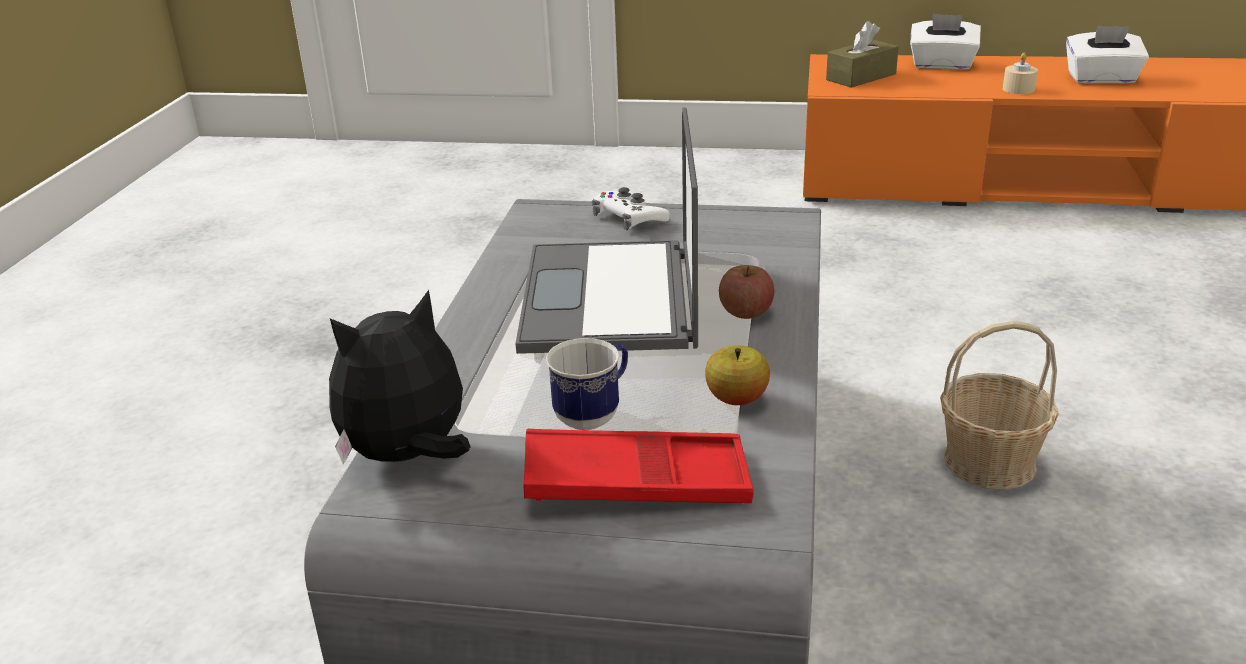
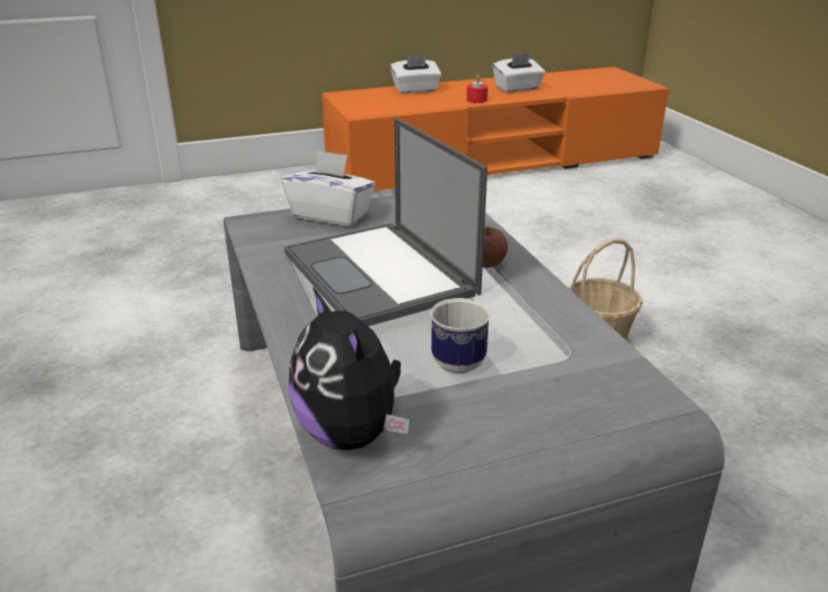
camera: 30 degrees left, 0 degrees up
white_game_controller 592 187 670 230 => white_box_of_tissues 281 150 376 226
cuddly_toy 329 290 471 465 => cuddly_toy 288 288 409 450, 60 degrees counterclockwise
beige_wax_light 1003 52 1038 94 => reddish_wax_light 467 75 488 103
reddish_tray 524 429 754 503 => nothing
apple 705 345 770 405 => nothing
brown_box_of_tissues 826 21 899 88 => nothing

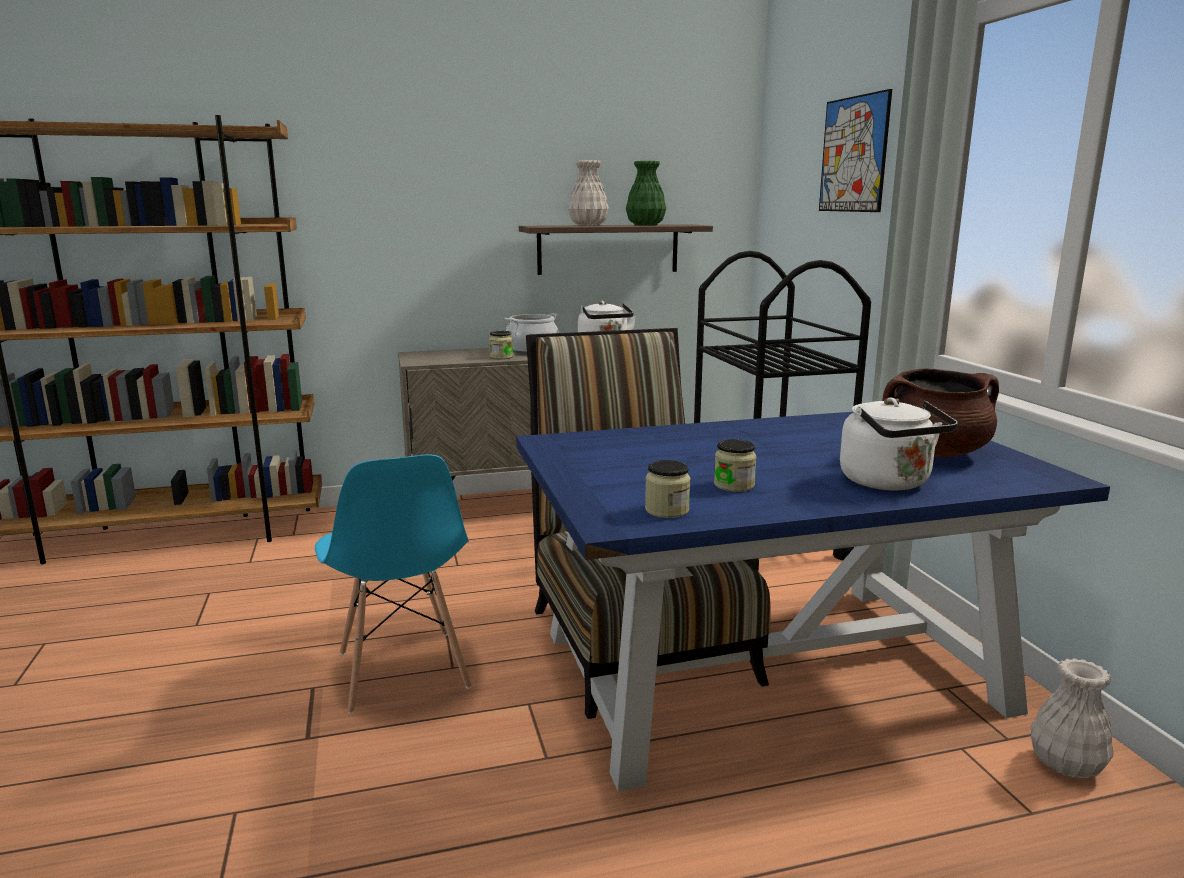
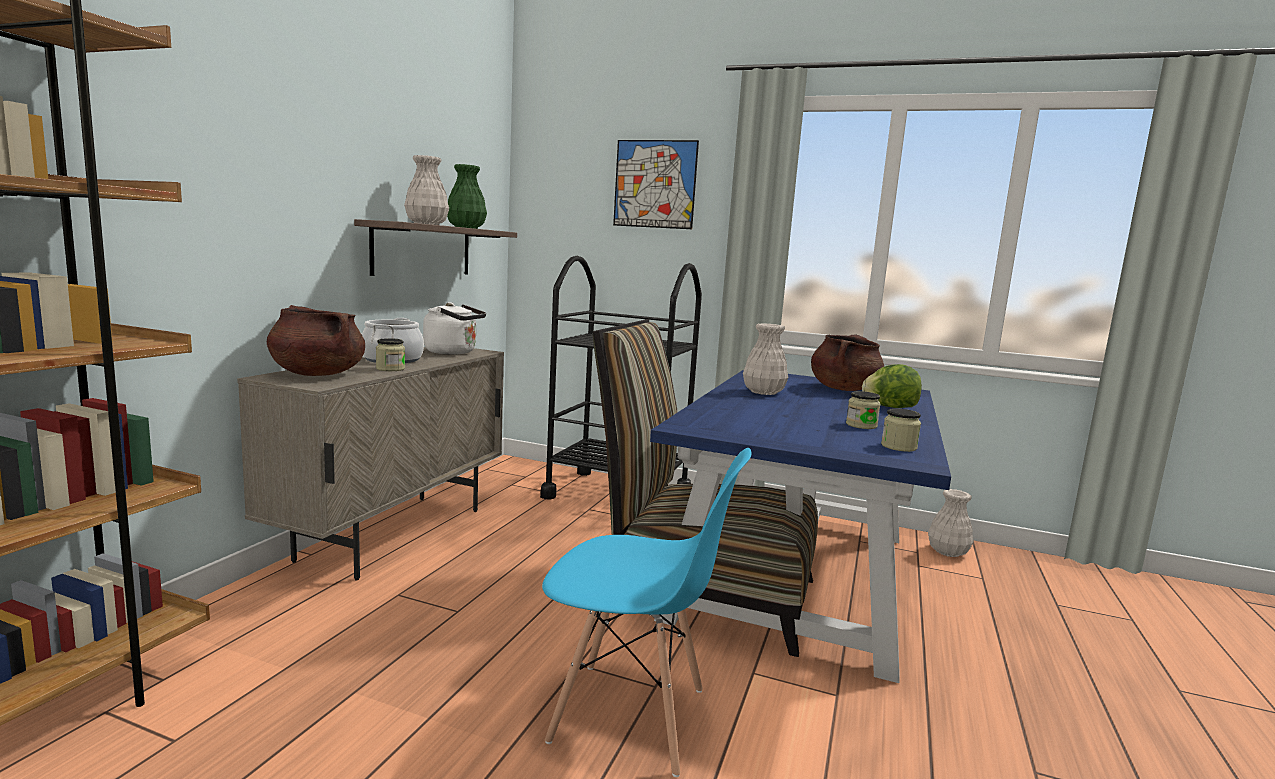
camera: 55 degrees left, 5 degrees down
nothing => brown_cooking_pot 267 305 365 376
nothing => white_vase 743 323 788 395
white_tea_kettle 840 398 958 491 => head_of_lettuce 862 364 922 408

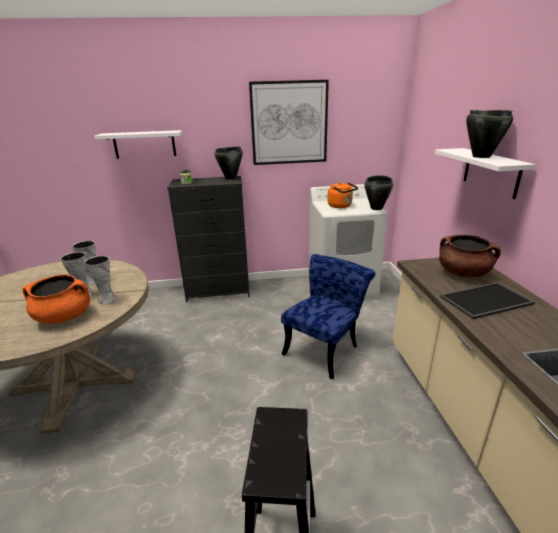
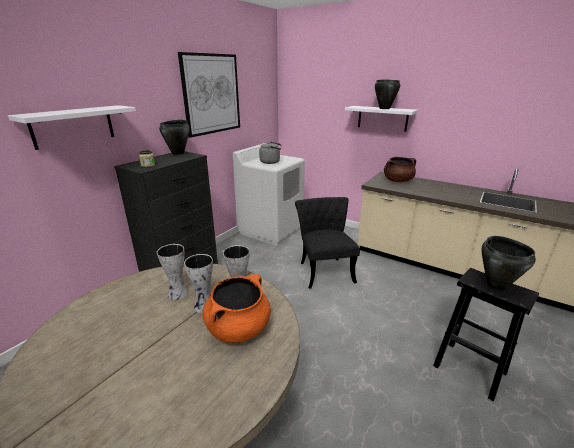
camera: 50 degrees left, 0 degrees up
orange-coloured_tea_kettle 328 182 358 208 => gray_tea_kettle 259 142 282 164
blue-coloured_plain_chair 281 254 375 379 => black-coloured_plain_chair 295 197 360 288
black-coloured_cooking_pot 364 175 393 210 => black-coloured_cooking_pot 481 236 536 291, shifted
tray 440 282 535 319 => nothing

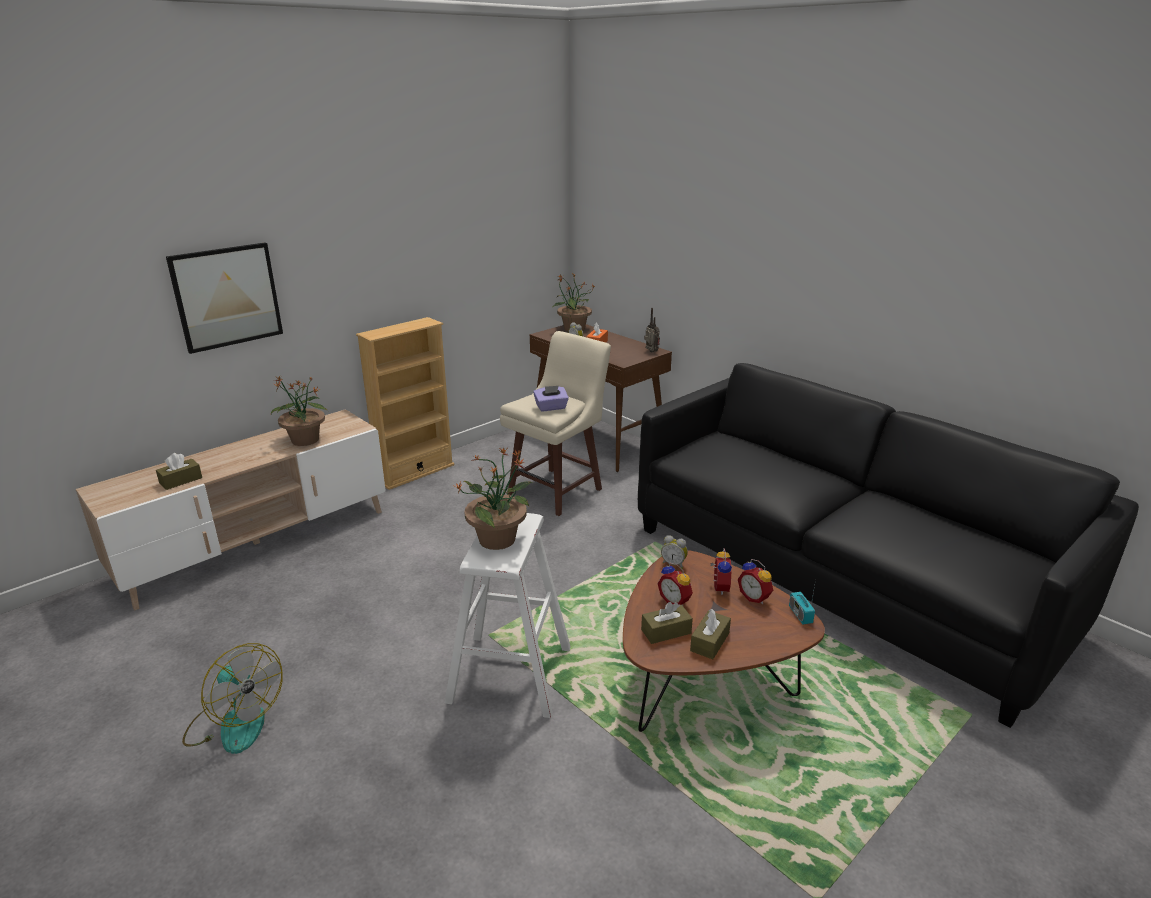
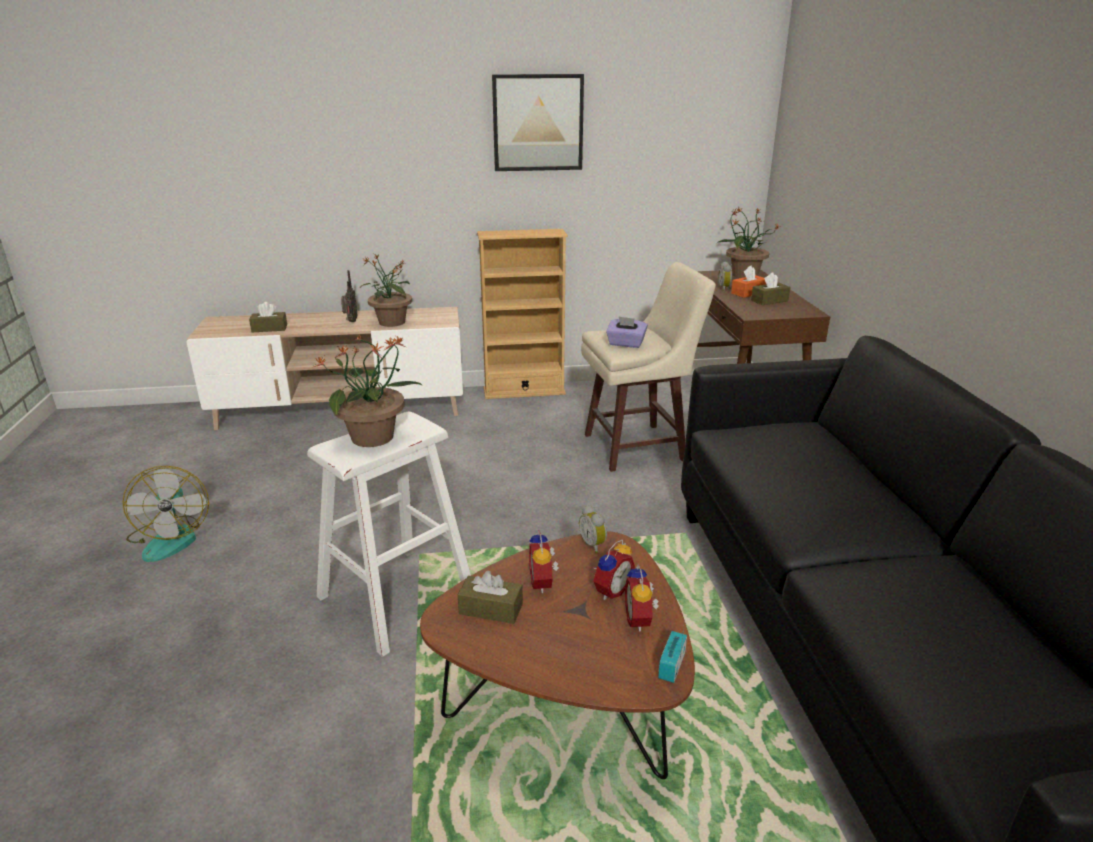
camera: 35 degrees right, 0 degrees up
radio_receiver 644 308 660 352 => radio_receiver 341 270 357 322, shifted
wall_picture 166 242 283 354 => wall_picture 492 74 584 171, shifted
brown_box_of_tissues 690 609 731 659 => brown_box_of_tissues 751 272 790 305, shifted

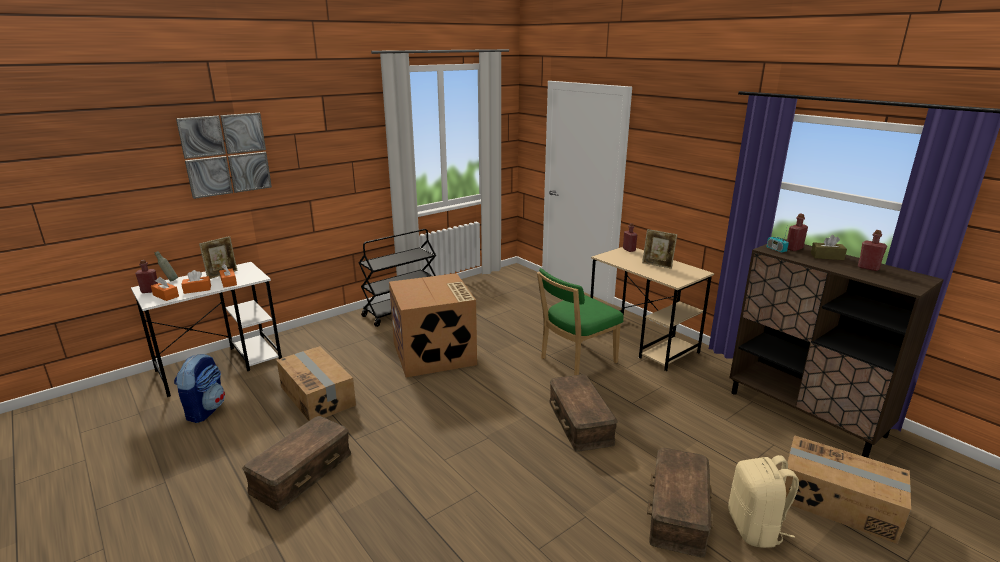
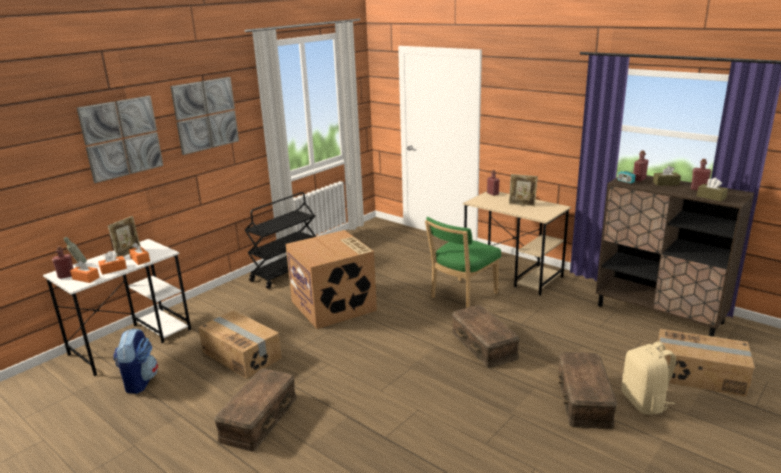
camera: 10 degrees left, 0 degrees up
nothing => wall_picture 170 77 239 155
nothing => brown_box_of_tissues 697 178 728 201

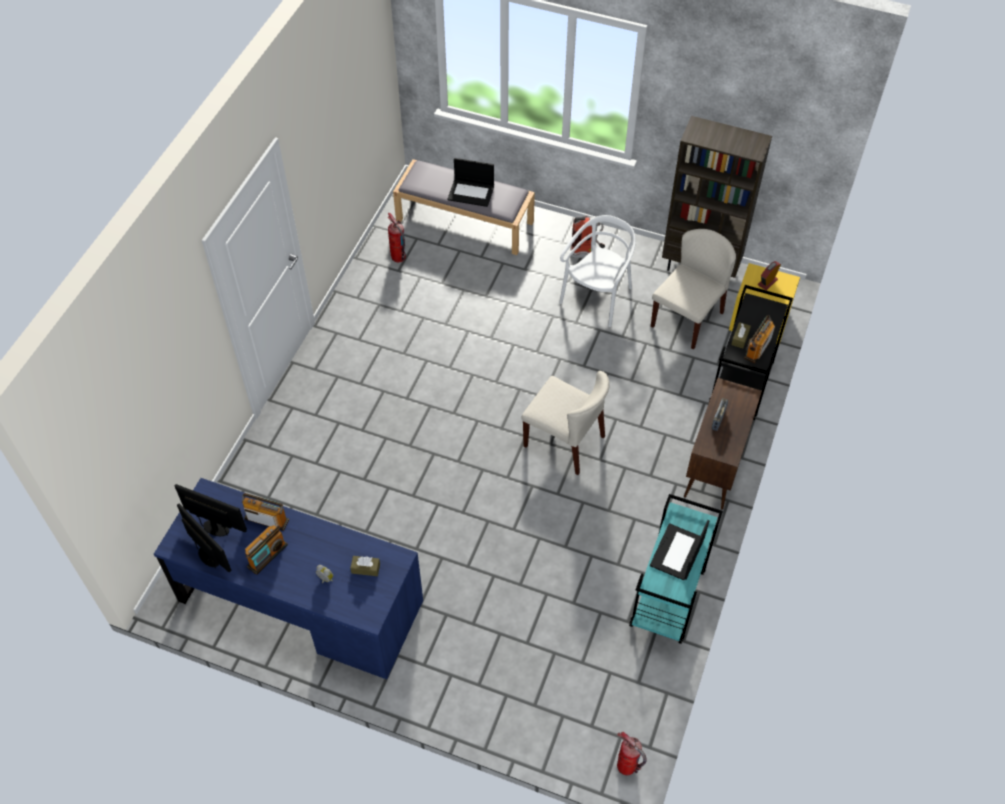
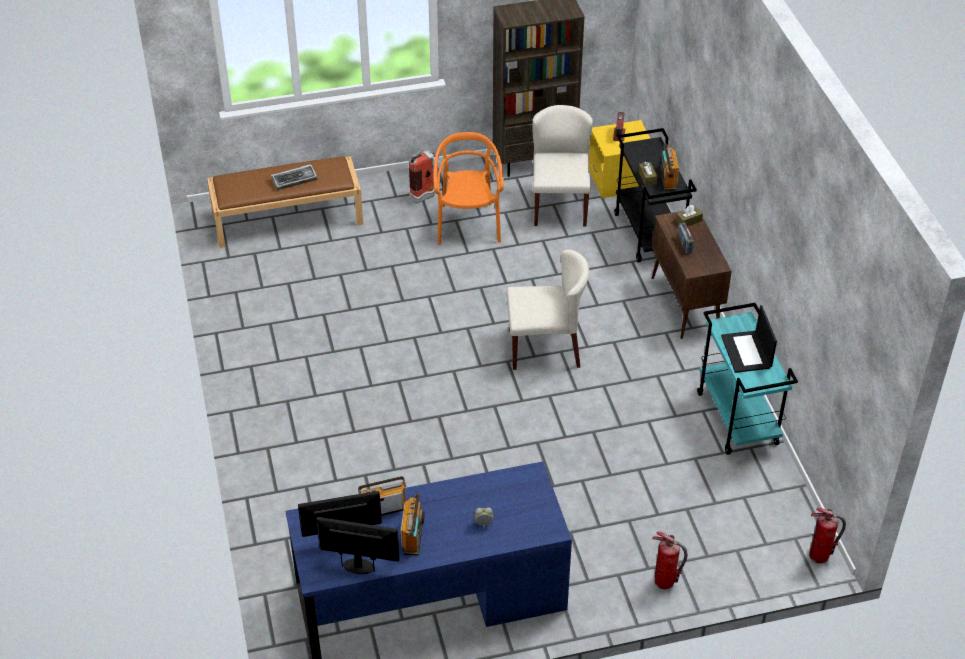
camera: 35 degrees left, 10 degrees down
gray_bench 393 159 535 255 => brown_bench 207 156 363 248
laptop 447 158 494 207 => PC_keyboard 271 164 317 190
white_plain_chair 559 215 636 327 => orange-coloured_plain_chair 433 132 504 245
extinguisher 387 213 406 262 => extinguisher 652 531 688 589, shifted
brown_box_of_tissues 350 556 380 576 => brown_box_of_tissues 676 205 703 227, shifted

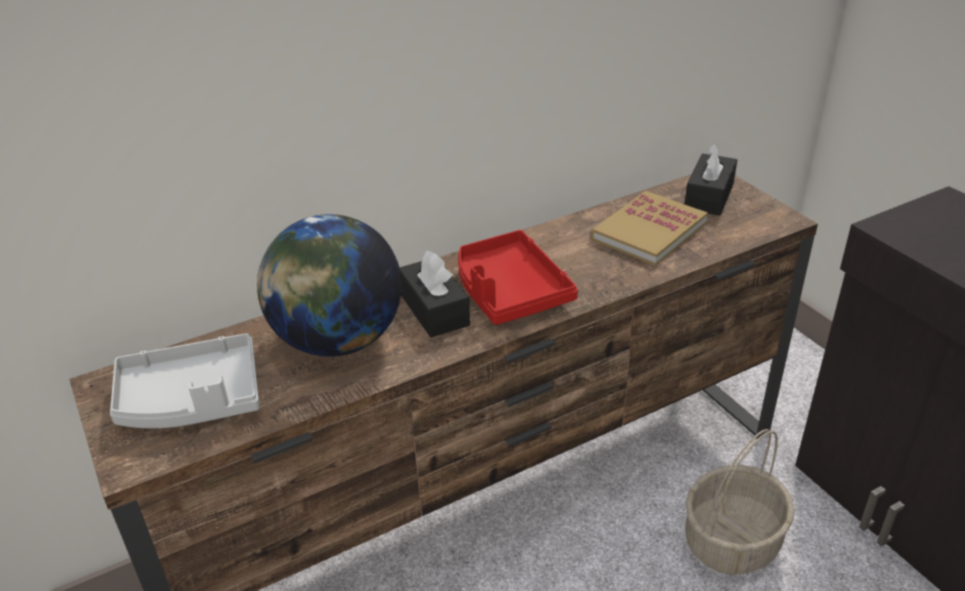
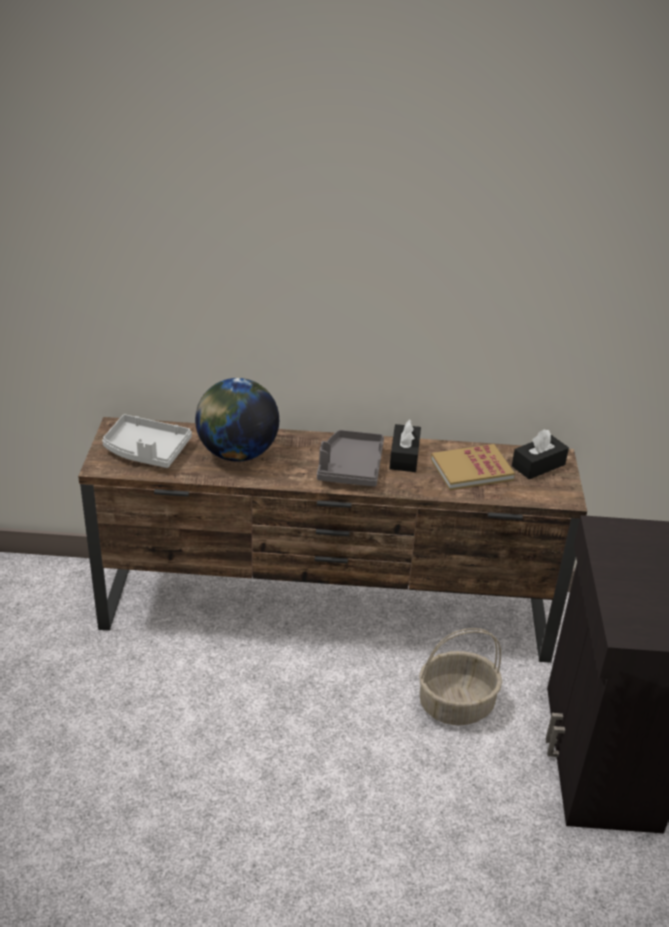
camera: 30 degrees right, 0 degrees up
reddish_tray 458 230 578 325 => gray_tray 317 430 384 486
black-coloured_box_of_tissues 399 250 470 338 => black-coloured_box_of_tissues 389 420 421 472, shifted

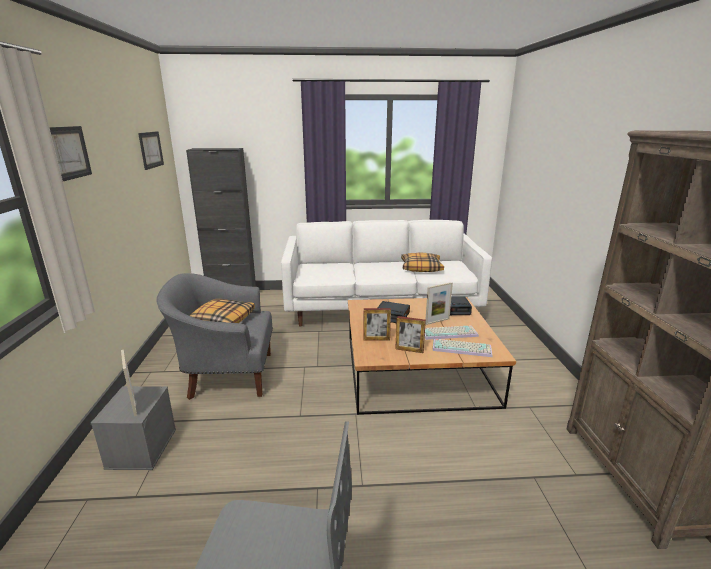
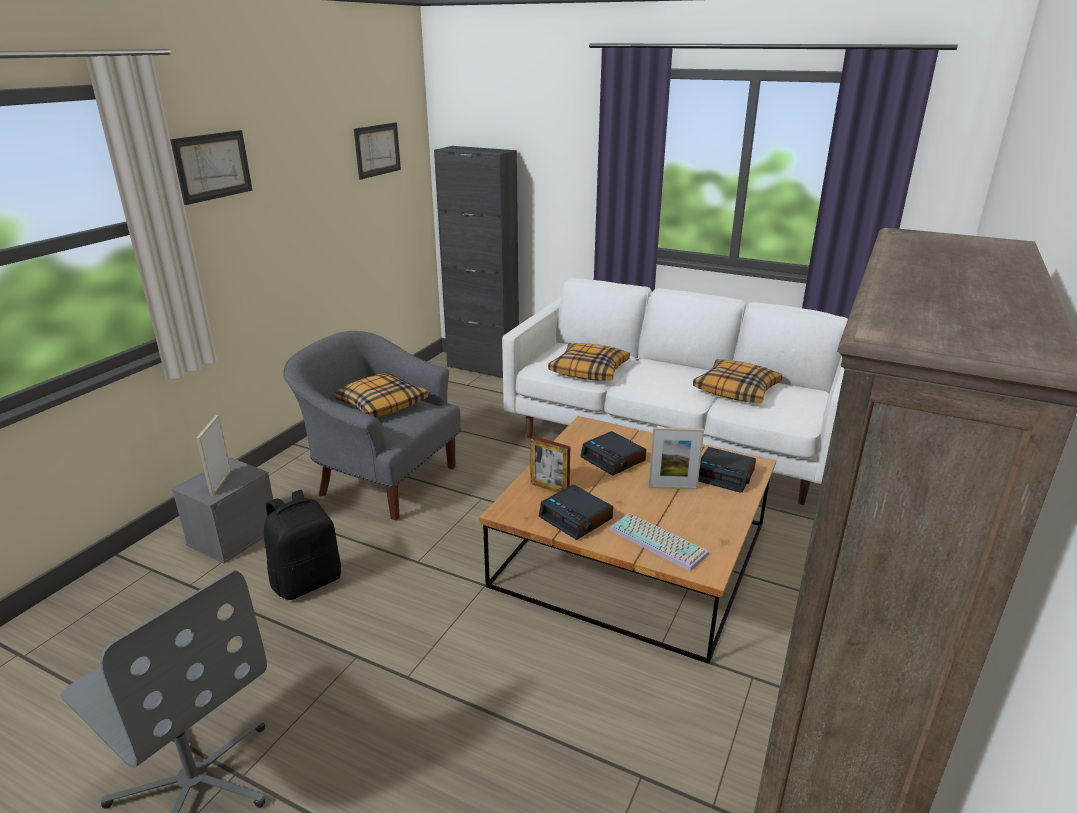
camera: 30 degrees right, 5 degrees up
nothing => black-coloured_rucksack 264 490 341 600
standing_frame 395 316 426 353 => bedside_clock 539 485 613 540
nothing => pillow 548 343 630 381
PC_keyboard 425 325 479 340 => nothing

